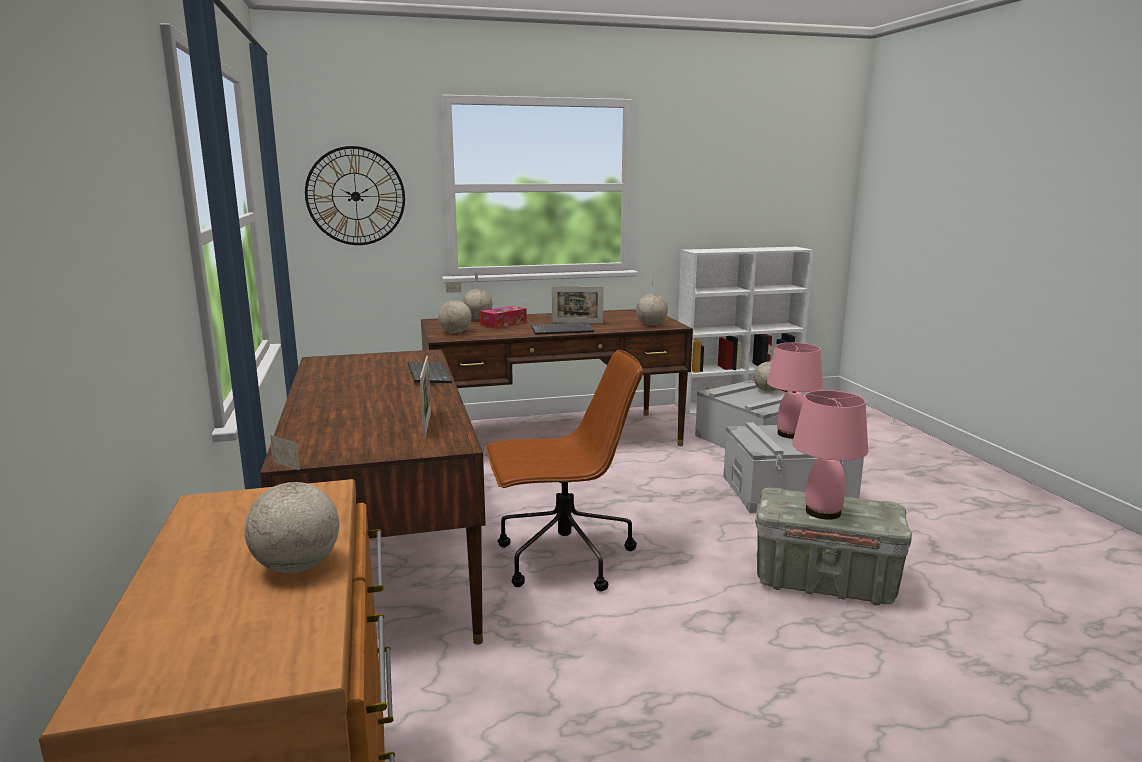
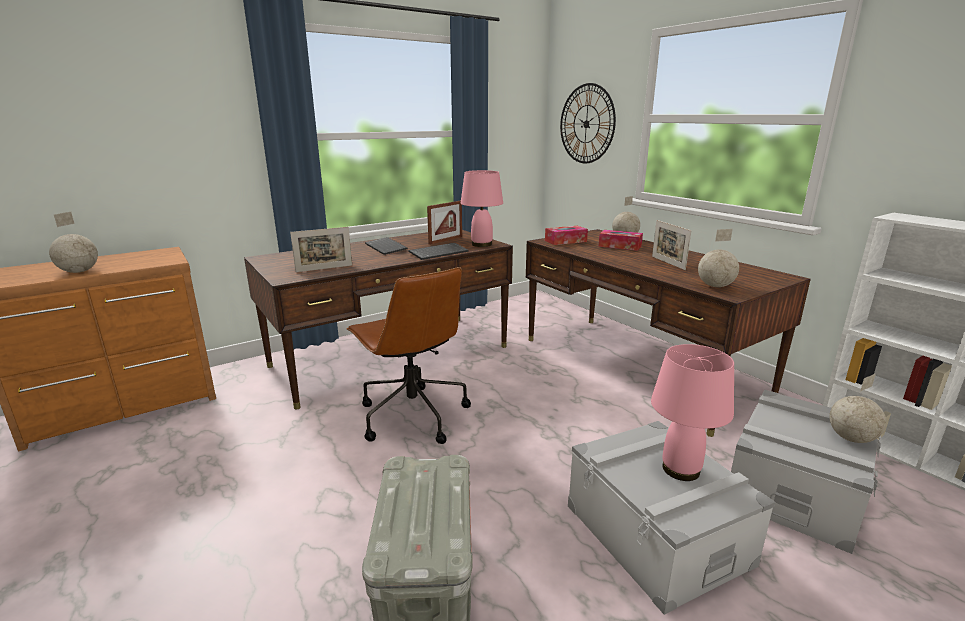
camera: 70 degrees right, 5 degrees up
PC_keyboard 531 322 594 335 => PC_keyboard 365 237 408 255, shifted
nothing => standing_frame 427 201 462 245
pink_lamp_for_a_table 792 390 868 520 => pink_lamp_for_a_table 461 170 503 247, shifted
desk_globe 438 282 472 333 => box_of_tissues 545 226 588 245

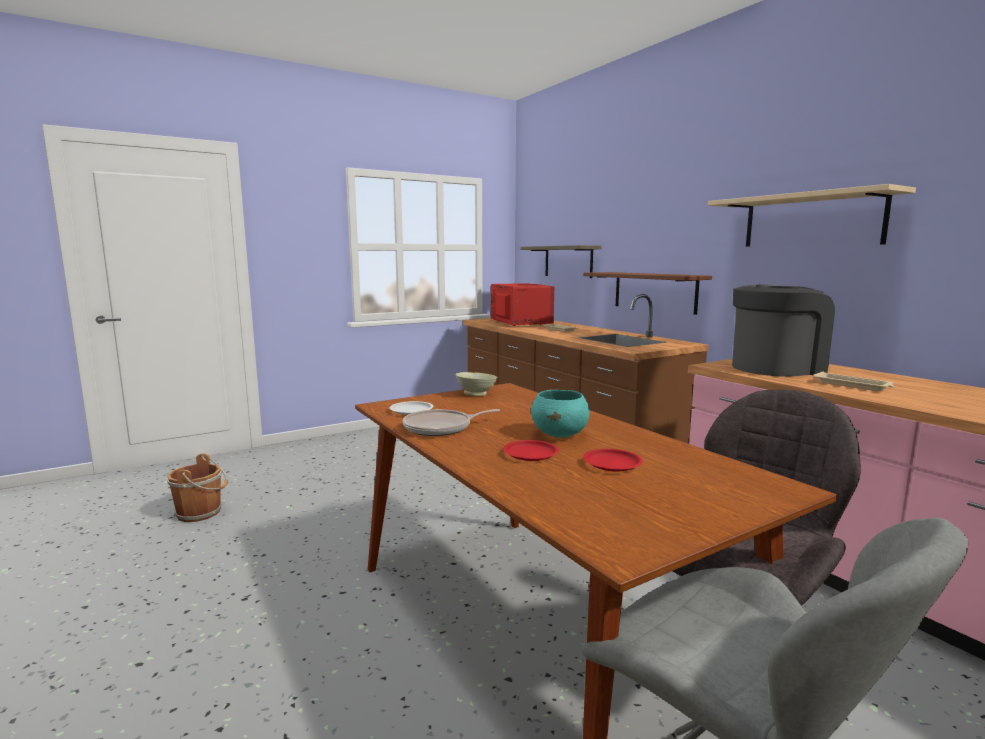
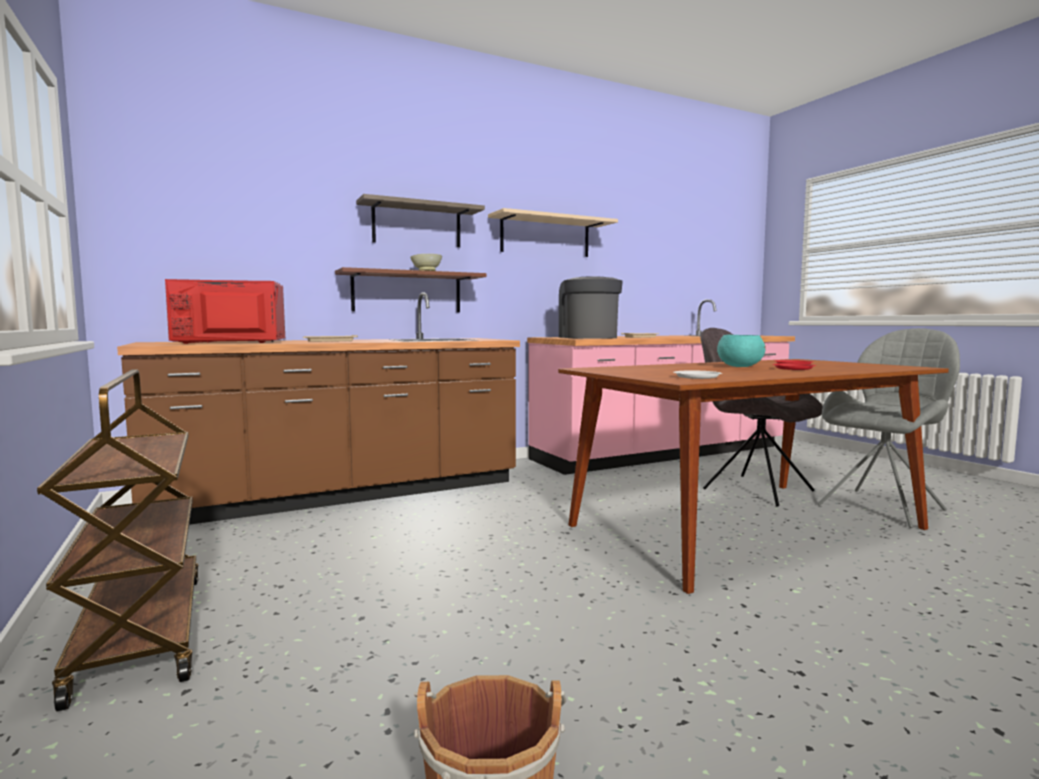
camera: 85 degrees left, 5 degrees down
nothing => brown_cart 37 369 199 711
wall_shelf 521 245 602 278 => wall_shelf 356 194 485 247, shifted
beige_serving_bowl 456 372 498 396 => beige_serving_bowl 410 254 442 271, shifted
pan 403 409 500 436 => nothing

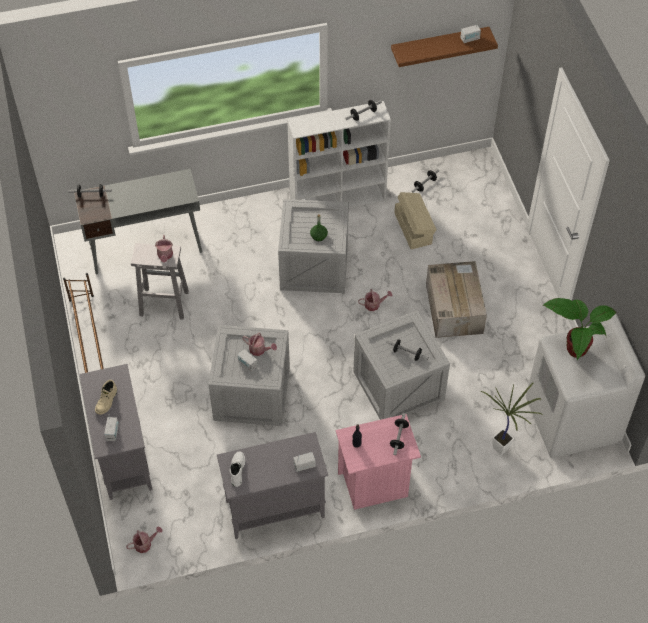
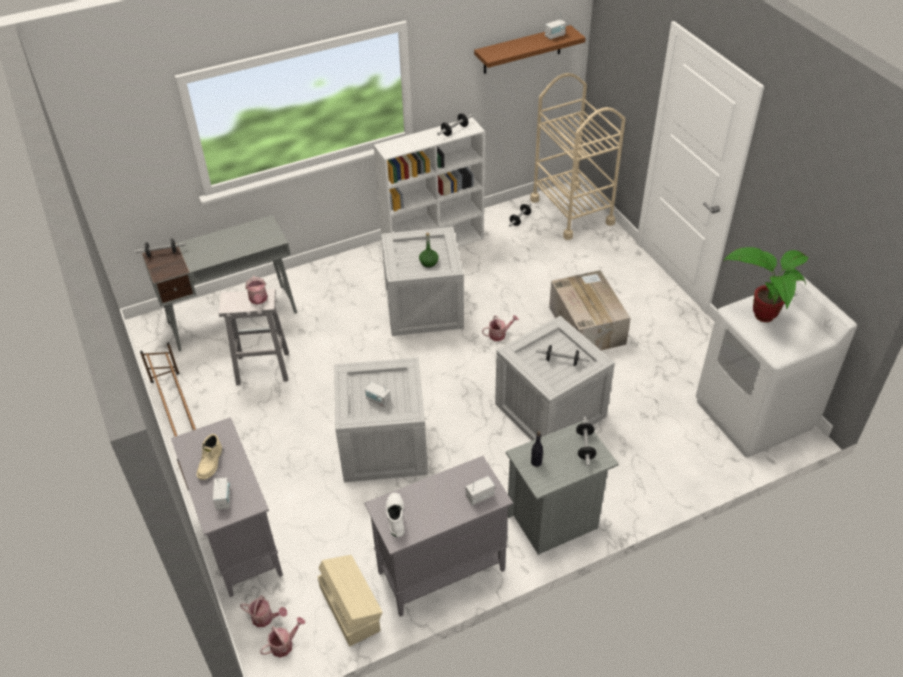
camera: 10 degrees left, 10 degrees down
sprinkling_can 242 333 277 356 => sprinkling_can 240 596 287 627, shifted
beige_storage_container 394 192 437 249 => beige_storage_container 317 555 383 646, shifted
pink_night_table 336 414 421 510 => gray_night_table 506 421 619 555
nothing => beige_cart 530 73 626 240
plant_in_a_pot 480 382 542 455 => nothing

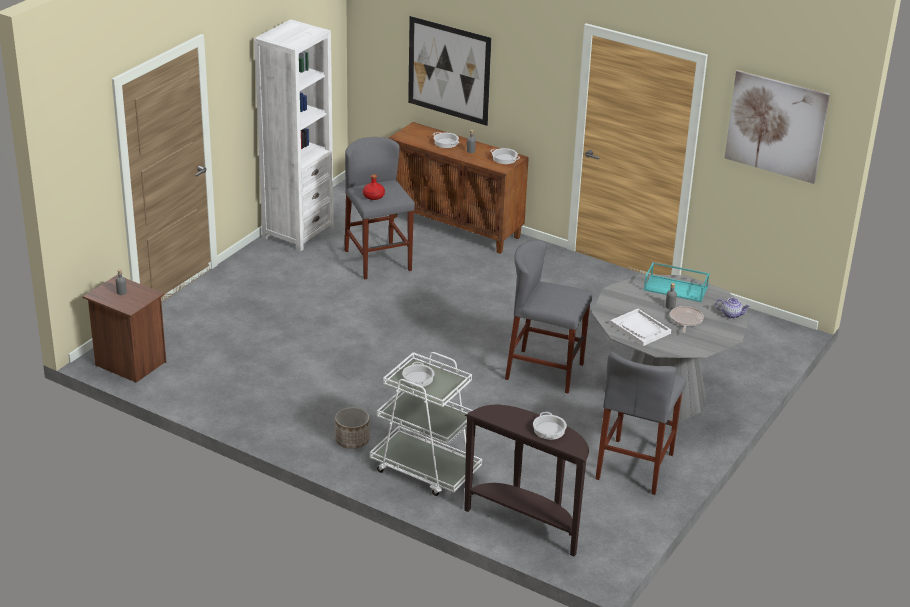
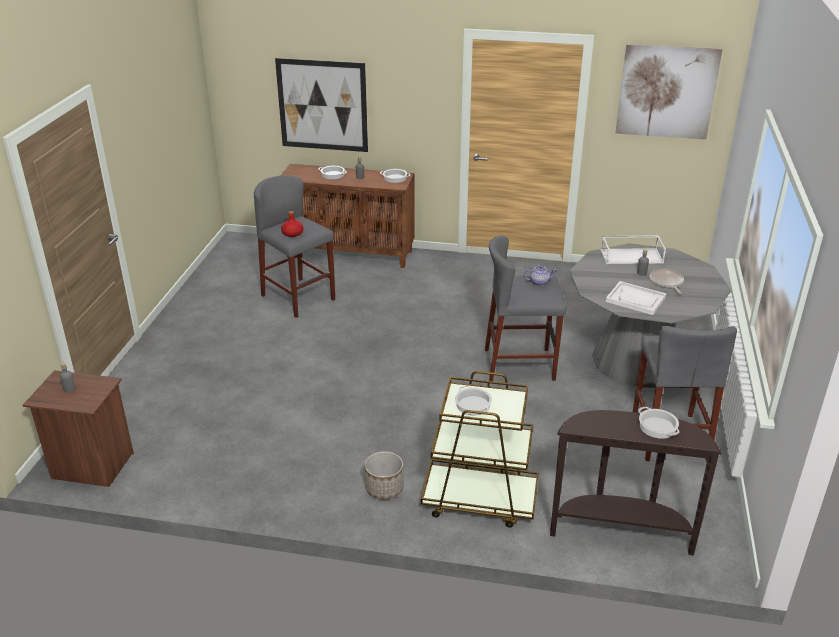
camera: 20 degrees left, 0 degrees up
white_cart 369 352 482 496 => brown_cart 421 371 538 528
teapot 716 298 750 319 => teapot 523 265 557 286, shifted
turquoise-coloured_tray 644 262 710 302 => white_tray 600 235 666 264
white_bookcase 254 19 334 251 => nothing

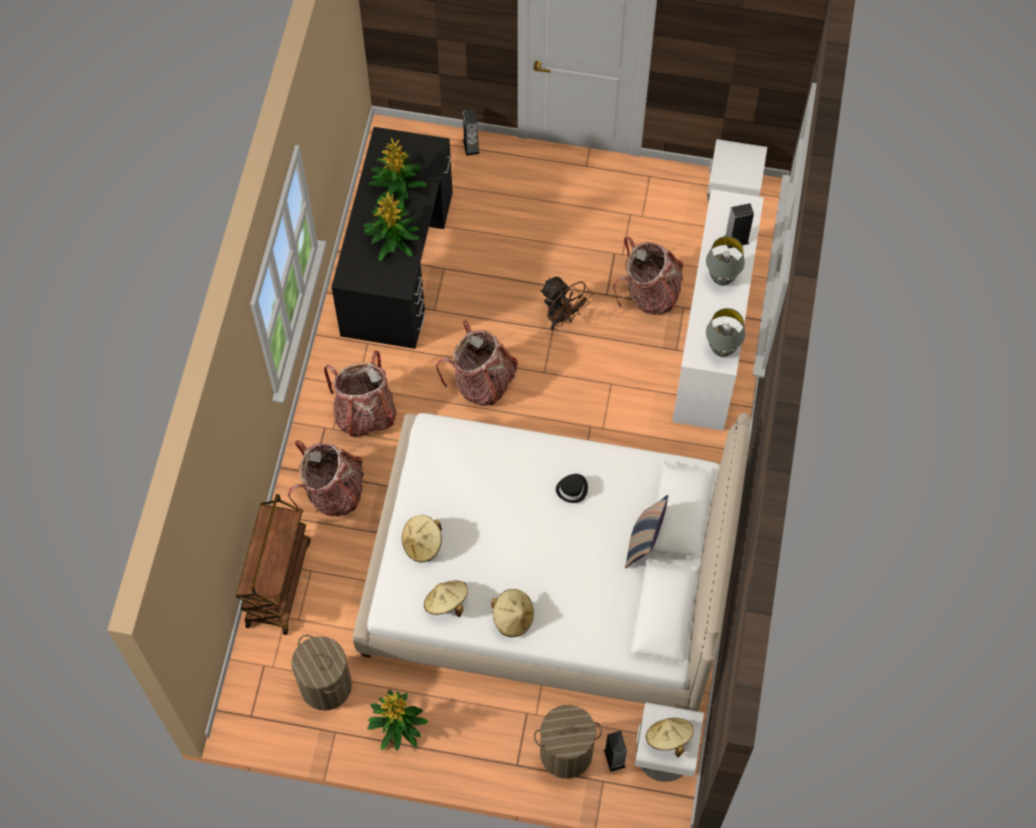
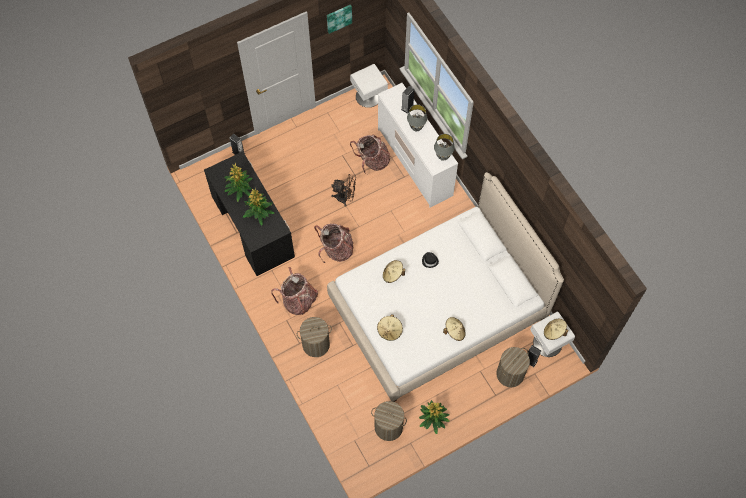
camera: 40 degrees left, 0 degrees up
rucksack 288 440 364 517 => laundry_basket 297 317 332 357
nothing => wall_picture 327 4 352 34
beige_wearable_hat 424 580 468 617 => beige_wearable_hat 383 260 405 283, shifted
brown_cart 236 494 311 635 => nothing
pillow 625 495 668 568 => nothing

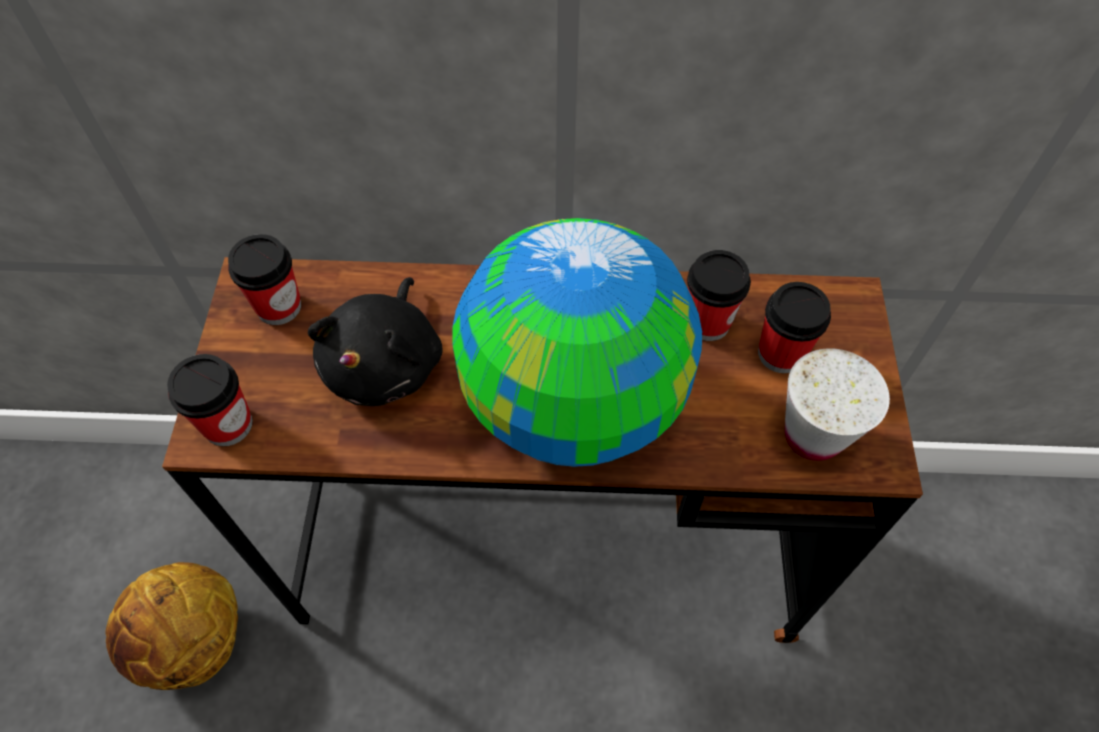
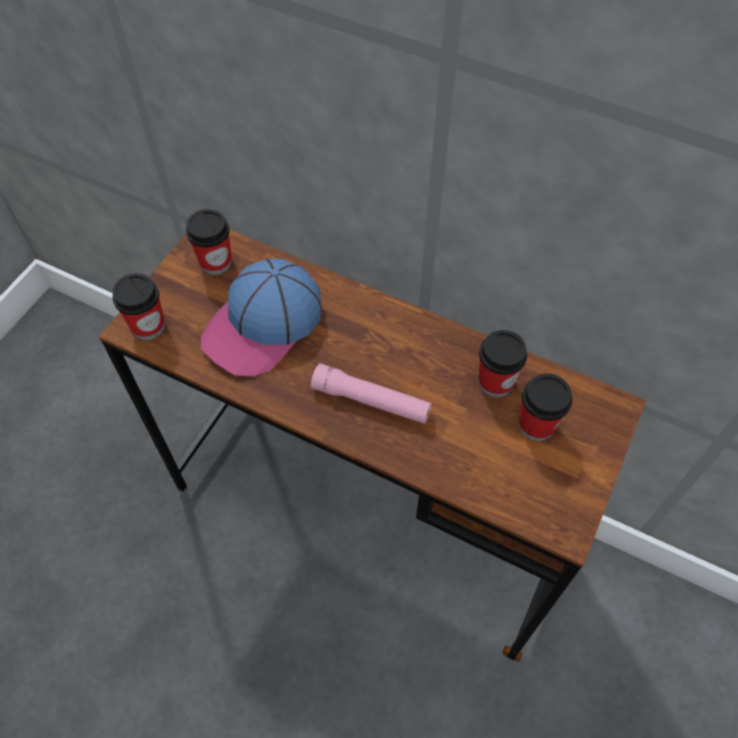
camera: 25 degrees right, 0 degrees up
black-coloured_cuddly_toy 308 277 443 406 => peaked_cap 201 259 321 377
desk_globe 452 218 702 467 => pink_hand_torch 311 363 432 424
ball_for_basketball 105 562 238 690 => nothing
white_drinking_cup 785 348 890 461 => nothing

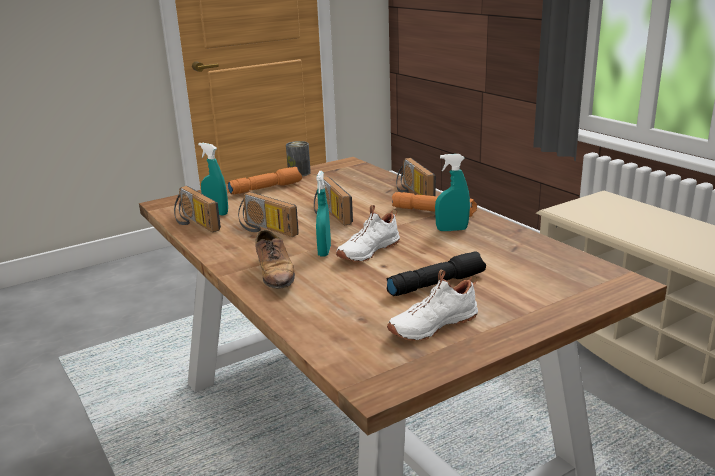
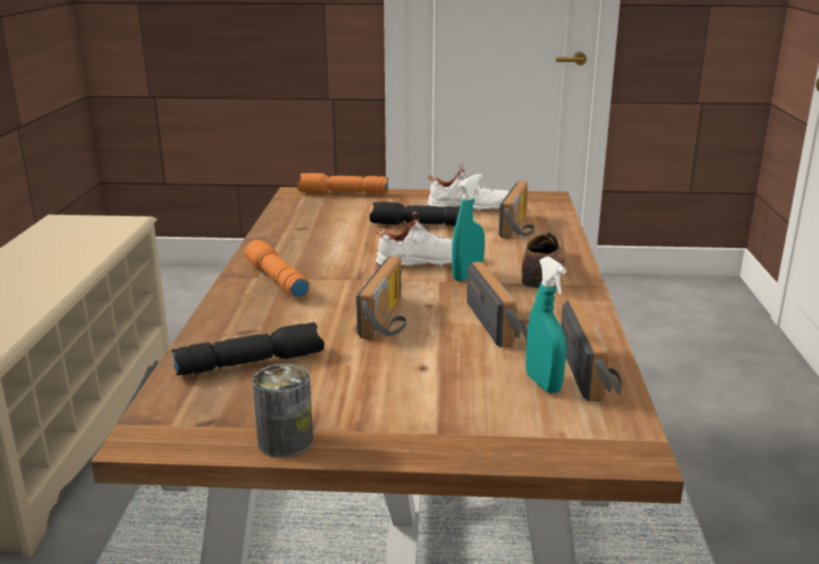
camera: 145 degrees left, 0 degrees up
nothing => black-coloured_hand_torch 172 322 324 375
orange-coloured_hand_torch 227 167 302 195 => orange-coloured_hand_torch 297 173 388 194, shifted
radio_receiver 396 158 436 196 => radio_receiver 499 181 534 239, shifted
turquoise-coloured_spray_bottle 435 154 470 231 => nothing

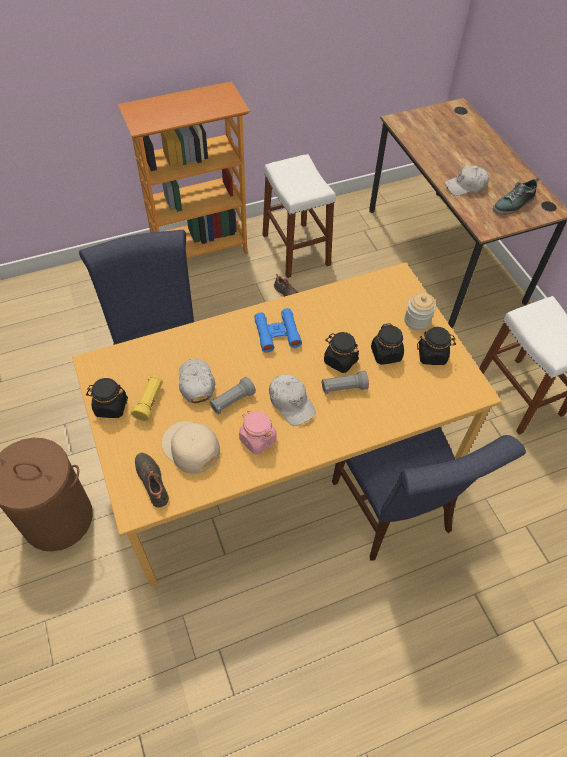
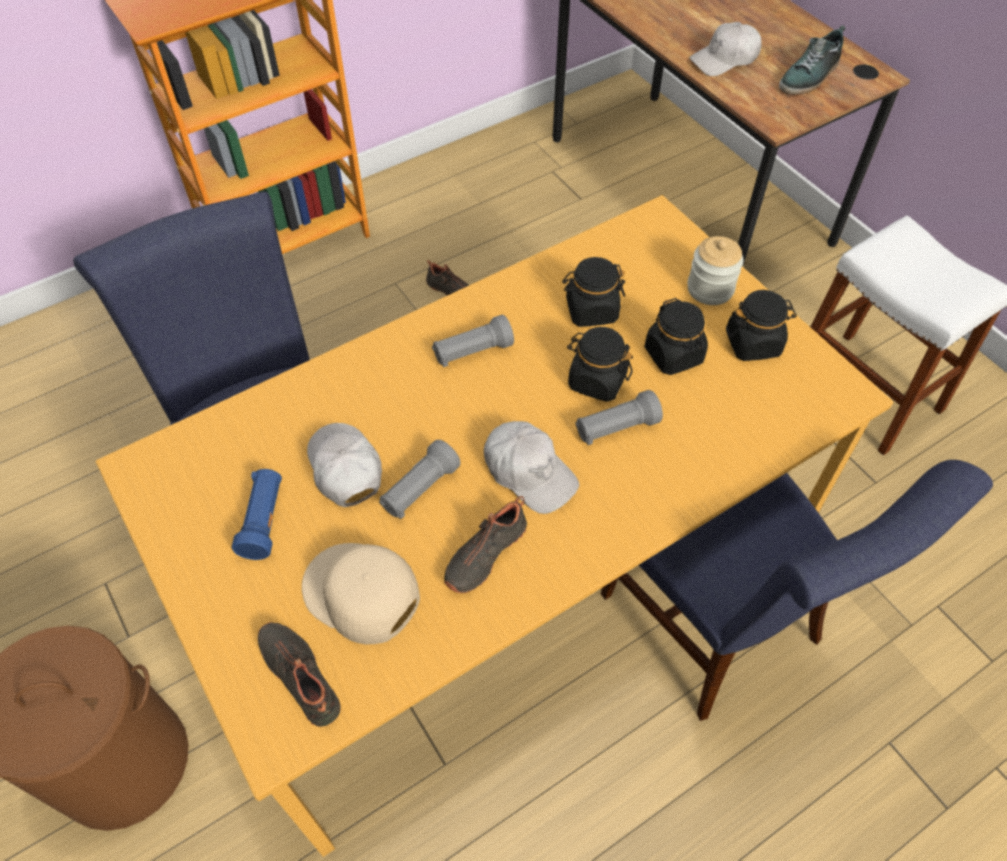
camera: 10 degrees left, 0 degrees up
yellowish_hand_torch 131 376 163 422 => blue-coloured_hand_torch 232 469 282 560
blue-coloured_field_glasses 254 308 302 352 => gray_hand_torch 432 315 514 367
pink_storage_jar 239 410 276 455 => black-coloured_shoe 444 496 527 593
black-coloured_storage_jar 86 378 128 418 => black-coloured_storage_jar 562 257 625 327, shifted
white_stool_seat 263 154 336 278 => nothing

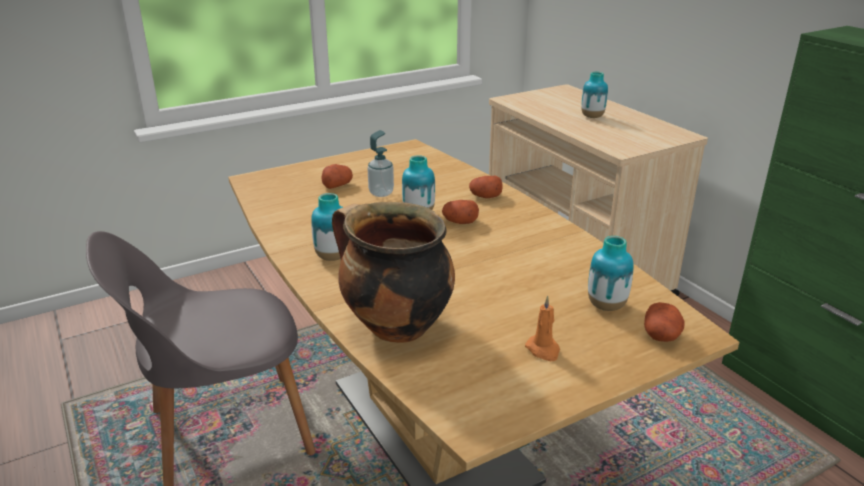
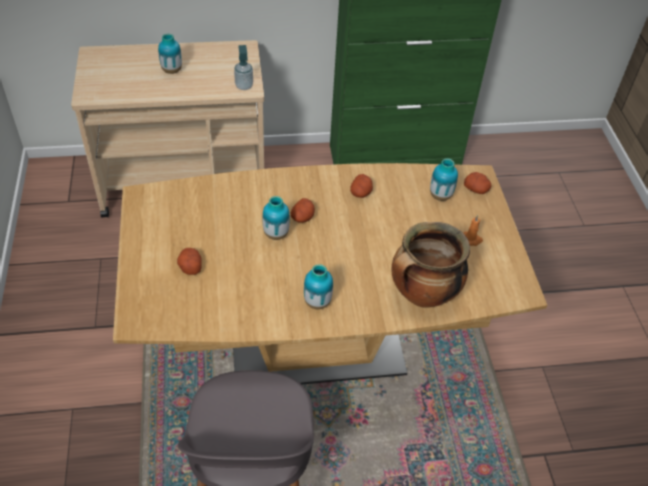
camera: 70 degrees left, 20 degrees up
liquid_soap_bottle 368 130 394 197 => liquid_soap_bottle 234 45 253 90, shifted
potato 469 175 503 198 => potato 350 174 373 198, shifted

